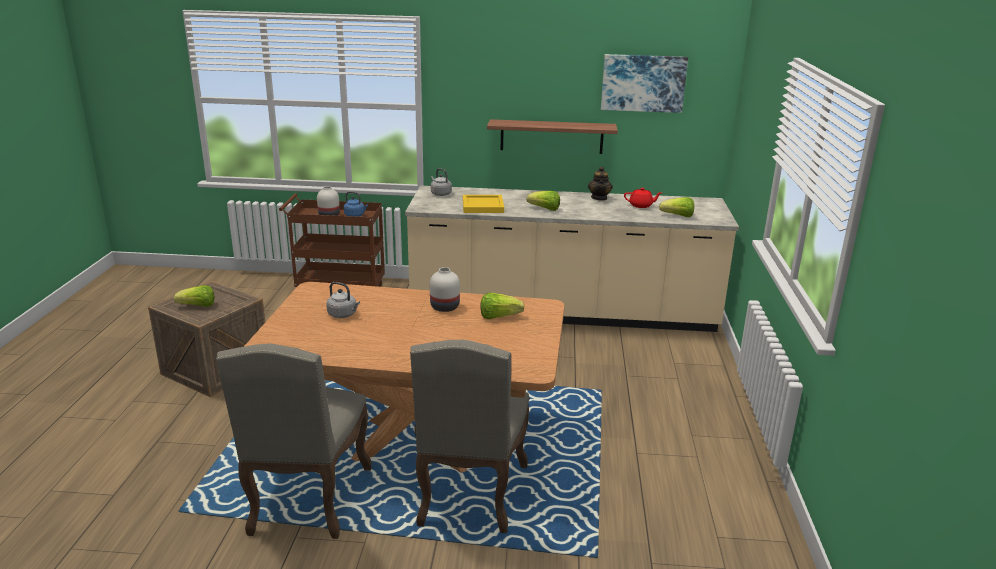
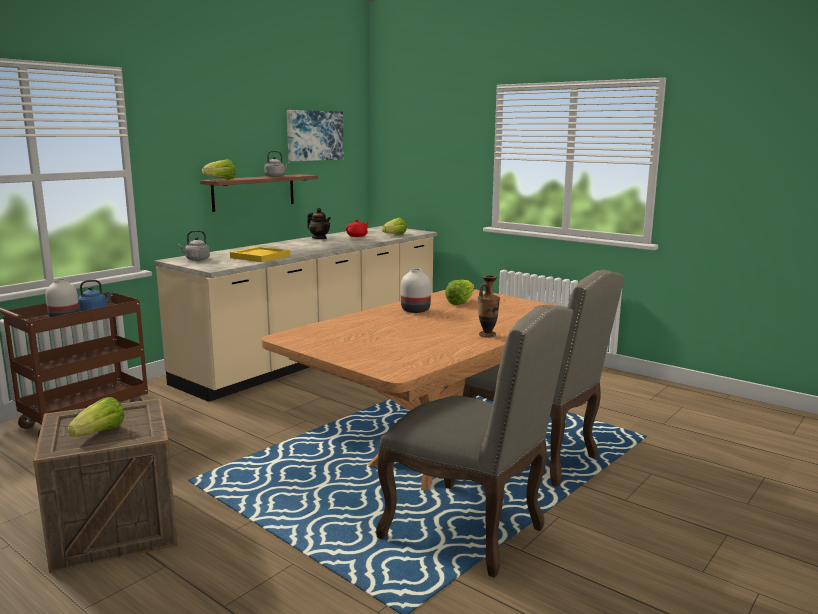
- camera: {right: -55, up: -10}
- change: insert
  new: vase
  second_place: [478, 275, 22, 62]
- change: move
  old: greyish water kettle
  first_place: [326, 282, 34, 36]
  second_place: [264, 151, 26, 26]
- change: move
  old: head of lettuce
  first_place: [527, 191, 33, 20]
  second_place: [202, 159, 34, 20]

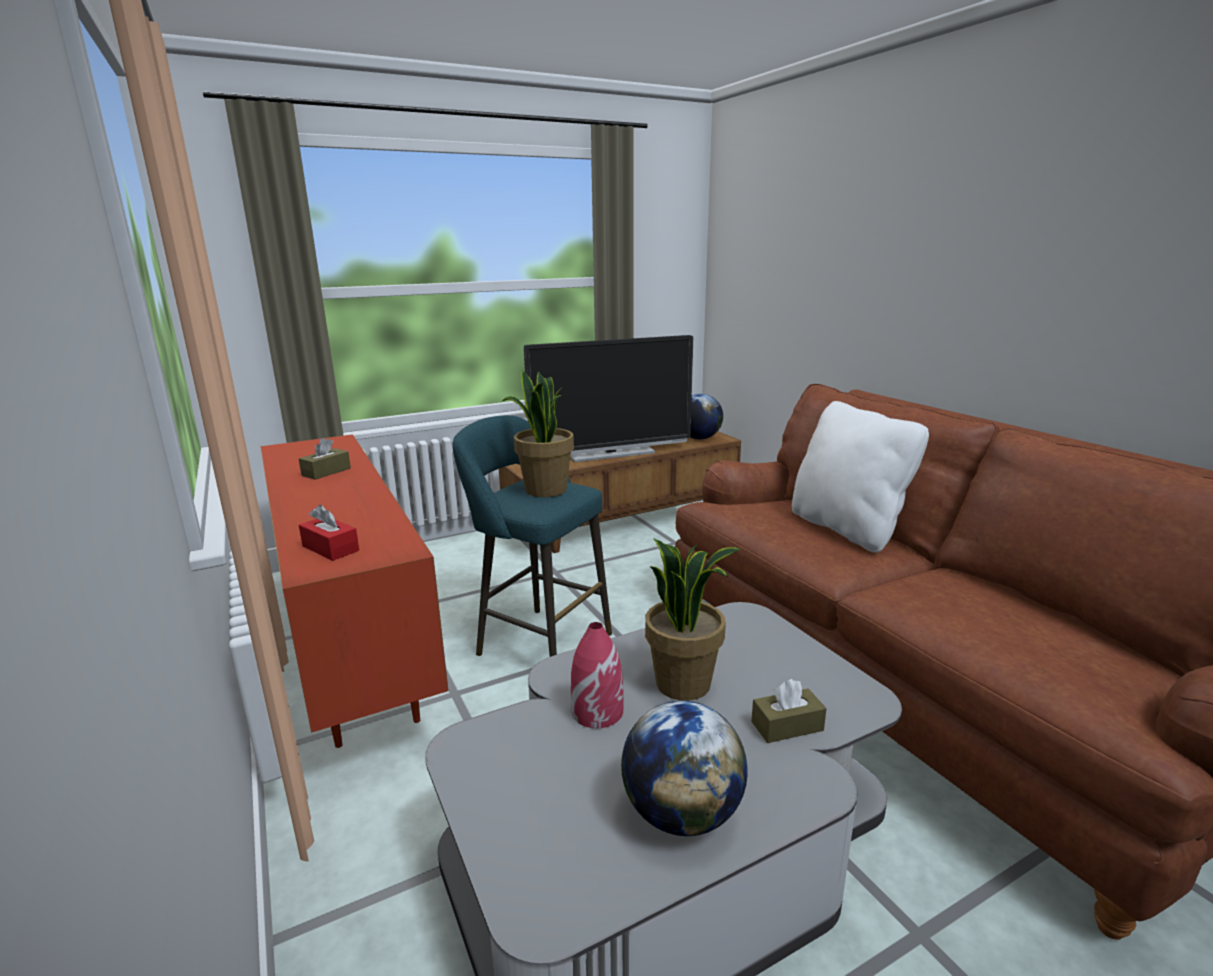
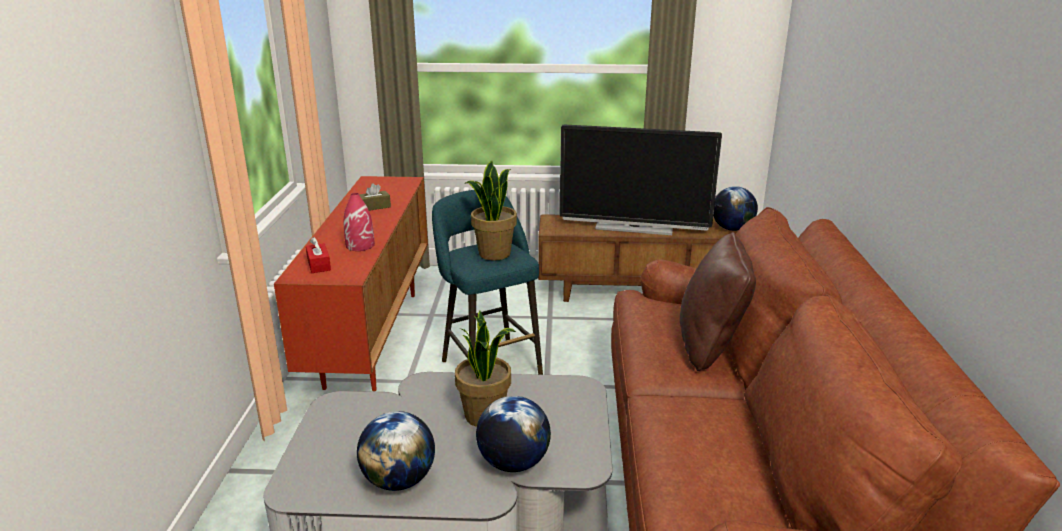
- camera: {right: 30, up: 5}
- change: move
  old: red-coloured vase
  first_place: [571, 622, 53, 106]
  second_place: [343, 193, 32, 58]
- change: replace
  old: brown-coloured tissue box
  new: world globe
  first_place: [751, 679, 76, 64]
  second_place: [476, 396, 75, 76]
- change: recolor
  old: white-coloured pillow
  new: brown-coloured pillow
  first_place: [792, 401, 137, 152]
  second_place: [680, 232, 76, 139]

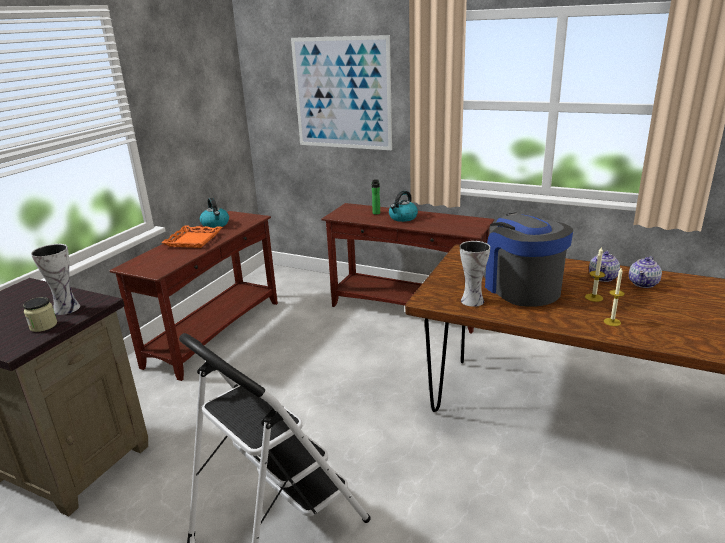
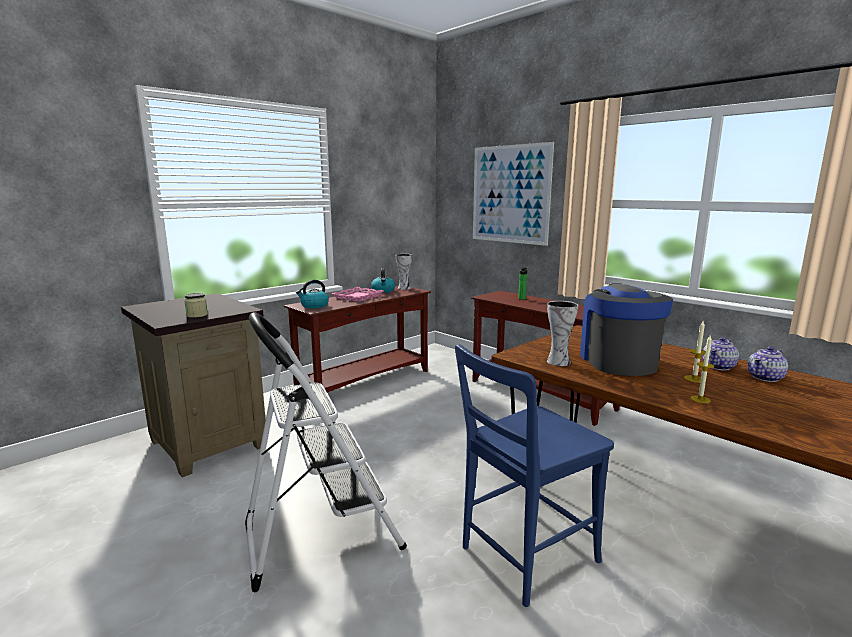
- camera: {right: 20, up: -10}
- change: insert
  new: bluish plain chair
  second_place: [455, 344, 159, 263]
- change: move
  old: vase
  first_place: [31, 244, 49, 71]
  second_place: [396, 254, 16, 36]
- change: move
  old: water kettle
  first_place: [389, 191, 29, 31]
  second_place: [296, 280, 33, 29]
- change: recolor
  old: orange tray
  new: pinkish tray
  first_place: [161, 225, 61, 23]
  second_place: [331, 287, 53, 15]

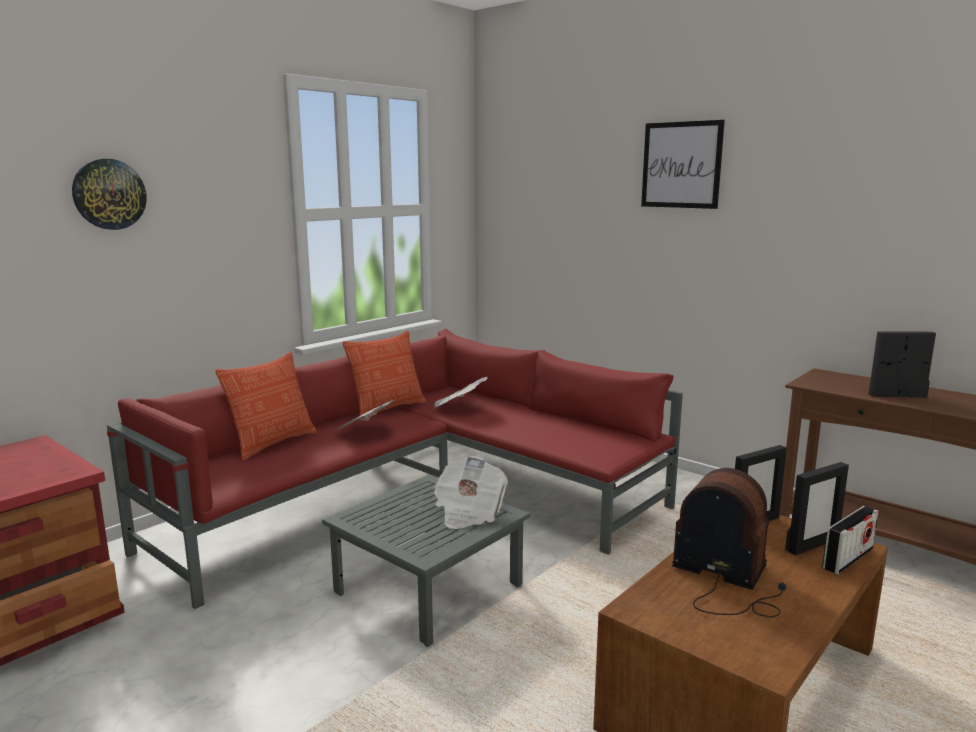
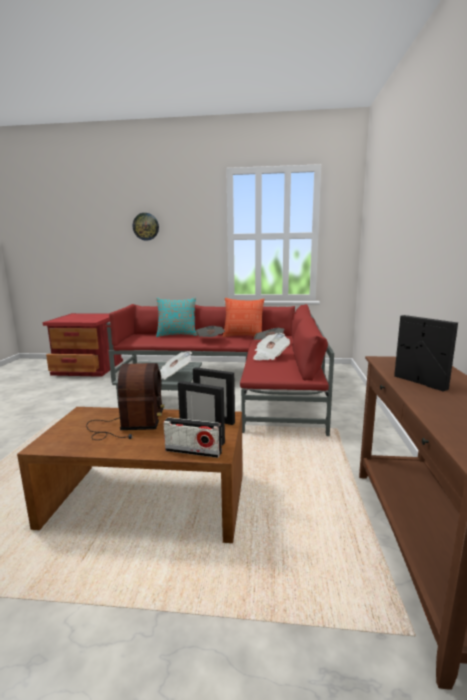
- camera: {right: 55, up: 0}
- change: delete
  old: wall picture
  first_place: [641, 120, 84, 89]
- change: insert
  new: newspaper
  second_place: [253, 333, 37, 27]
- change: recolor
  old: orange pillow
  new: turquoise-coloured pillow
  first_place: [215, 352, 102, 109]
  second_place: [156, 298, 41, 39]

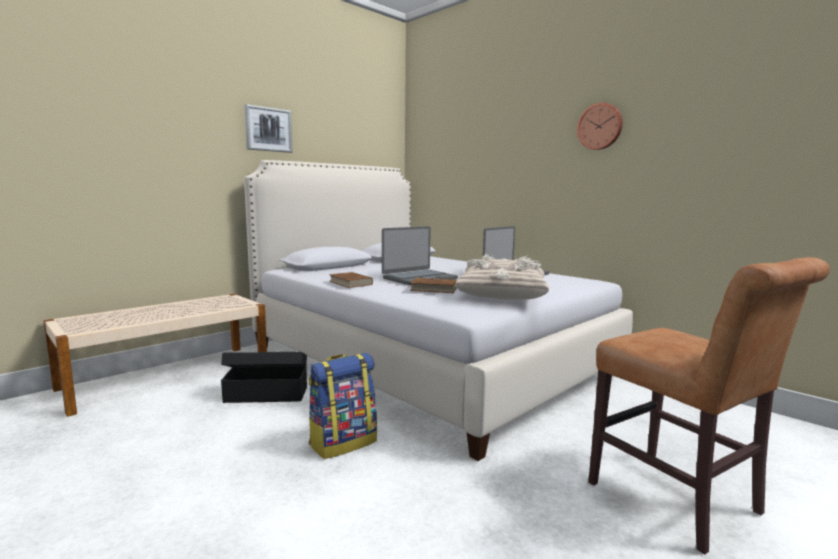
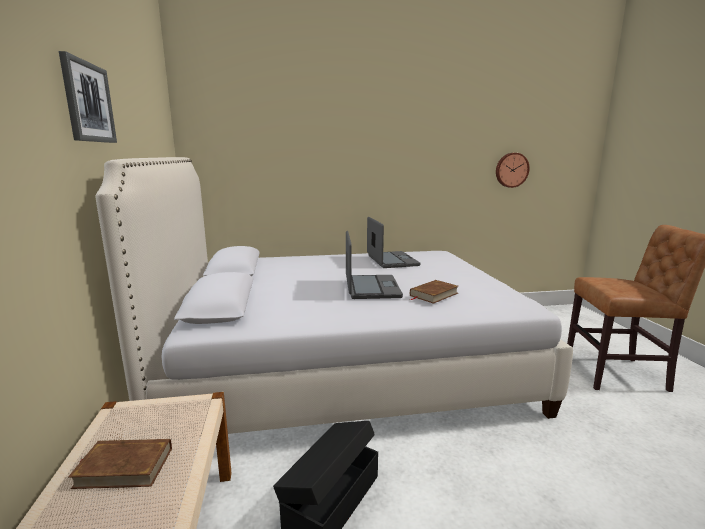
- camera: {right: -55, up: 5}
- change: delete
  old: rucksack
  first_place: [308, 353, 69, 106]
- change: delete
  old: beige-coloured pillow
  first_place: [455, 253, 94, 47]
- change: move
  old: brown-coloured book
  first_place: [329, 272, 44, 16]
  second_place: [68, 439, 104, 50]
- change: move
  old: clock on the wall
  first_place: [577, 103, 46, 47]
  second_place: [496, 153, 34, 35]

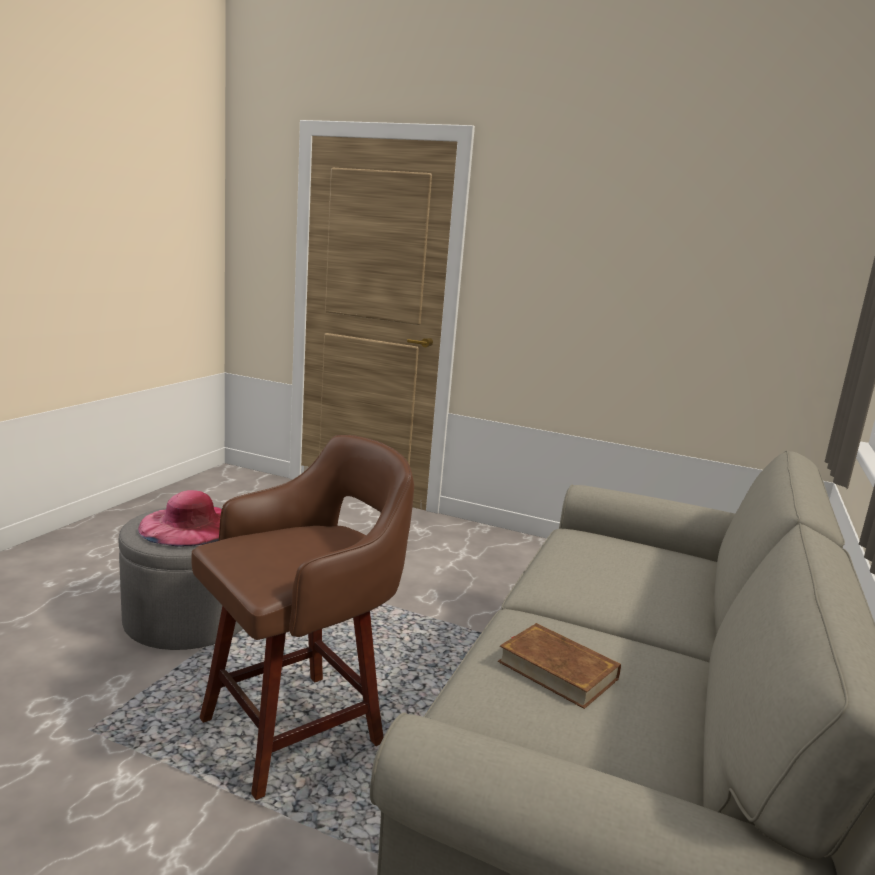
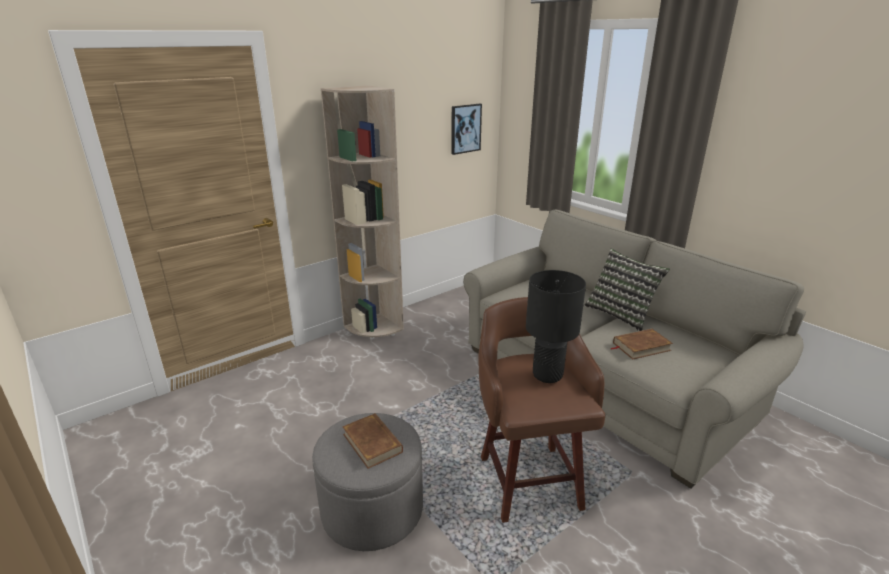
- camera: {right: -60, up: 10}
- change: insert
  new: beige-coloured bookcase
  second_place: [321, 85, 83, 255]
- change: insert
  new: wall picture
  second_place: [451, 104, 31, 51]
- change: insert
  new: black table lamp
  second_place: [526, 270, 60, 113]
- change: insert
  new: pillow
  second_place: [585, 249, 85, 82]
- change: replace
  old: pinkish wearable hat
  new: brown-coloured book
  first_place: [138, 490, 84, 57]
  second_place: [342, 413, 61, 56]

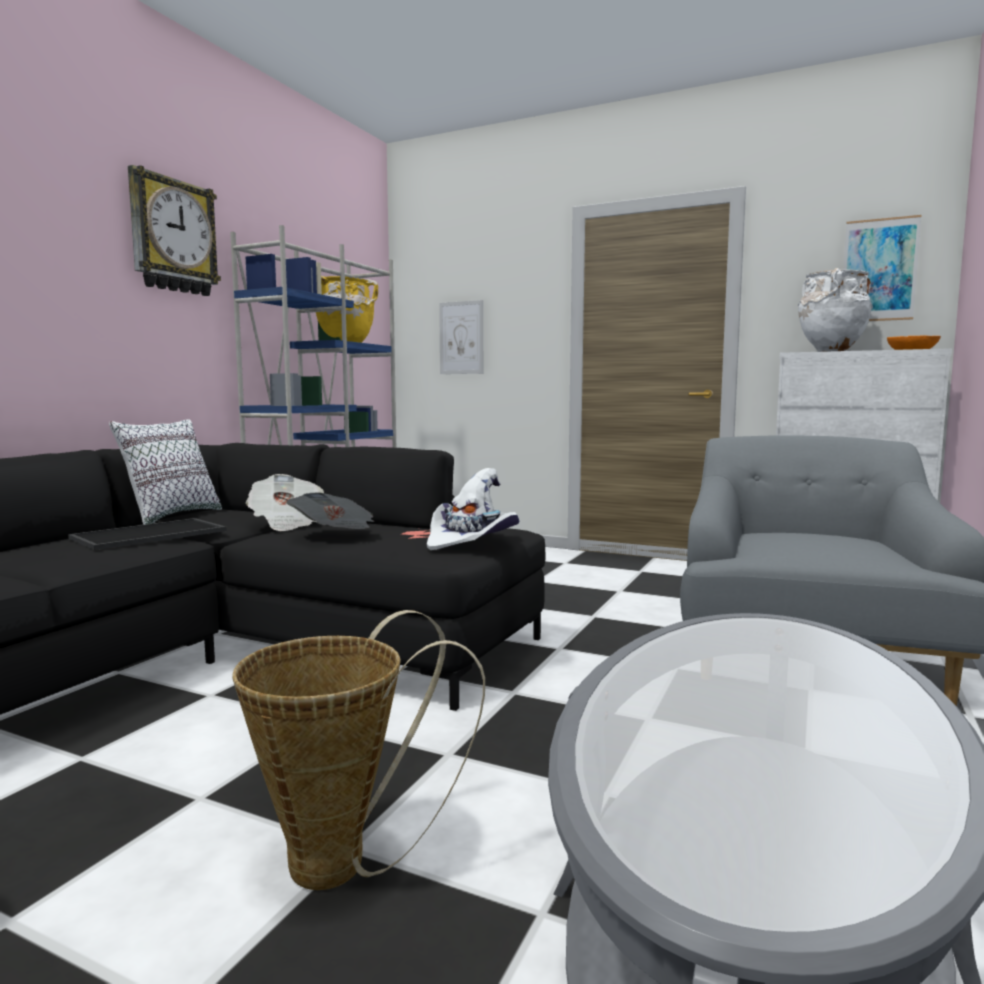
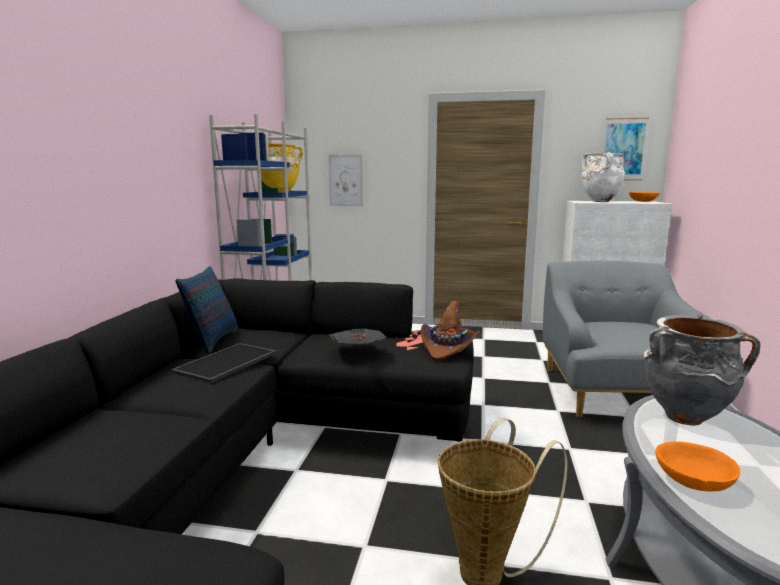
- camera: {right: -15, up: 5}
- change: delete
  old: clock on the wall
  first_place: [128, 165, 93, 131]
- change: delete
  old: newspaper
  first_place: [246, 474, 78, 57]
- change: insert
  new: greyish vase
  second_place: [644, 314, 117, 112]
- change: insert
  new: orange bowl
  second_place: [655, 441, 85, 50]
- change: recolor
  old: white-coloured pillow
  new: bluish pillow
  first_place: [109, 419, 113, 106]
  second_place: [175, 266, 63, 88]
- change: recolor
  old: white-coloured wearable hat
  new: brown-coloured wearable hat
  first_place: [427, 468, 92, 82]
  second_place: [421, 301, 59, 59]

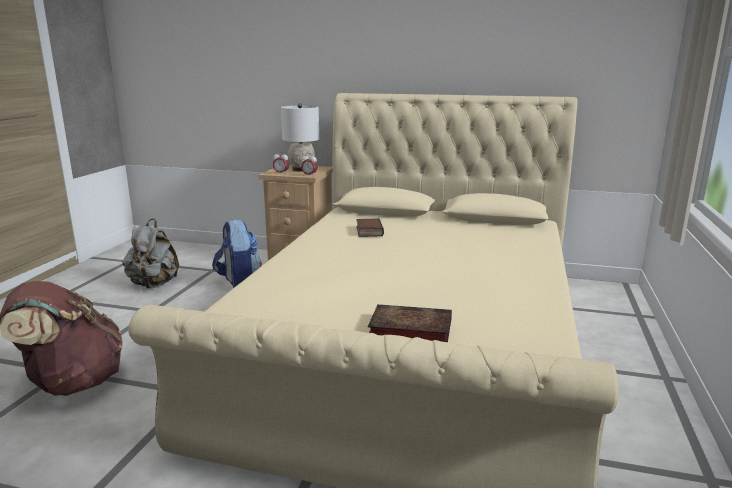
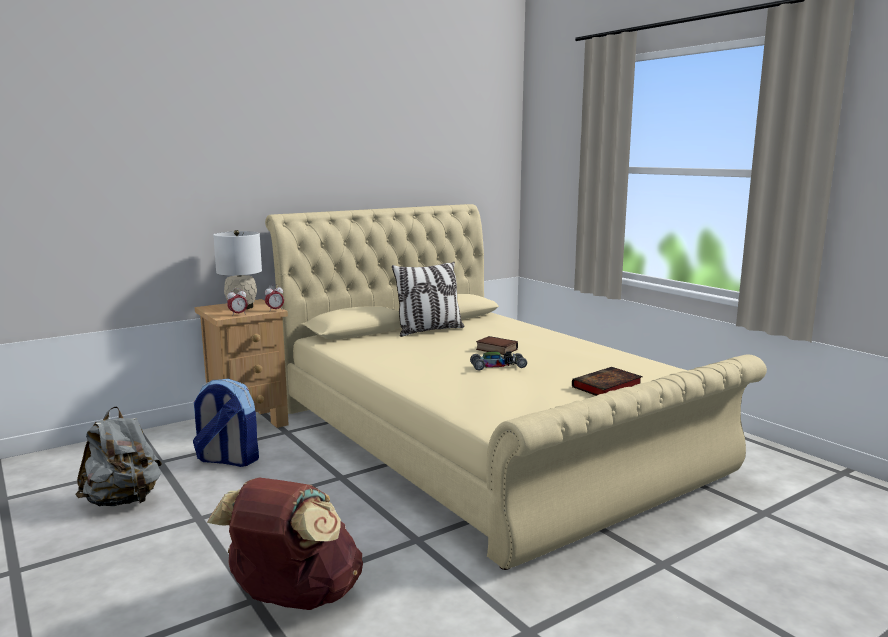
- camera: {right: -50, up: -5}
- change: insert
  new: pillow
  second_place: [392, 262, 72, 75]
- change: insert
  new: model car
  second_place: [470, 351, 57, 20]
- change: move
  old: book
  first_place: [356, 219, 28, 18]
  second_place: [476, 336, 42, 19]

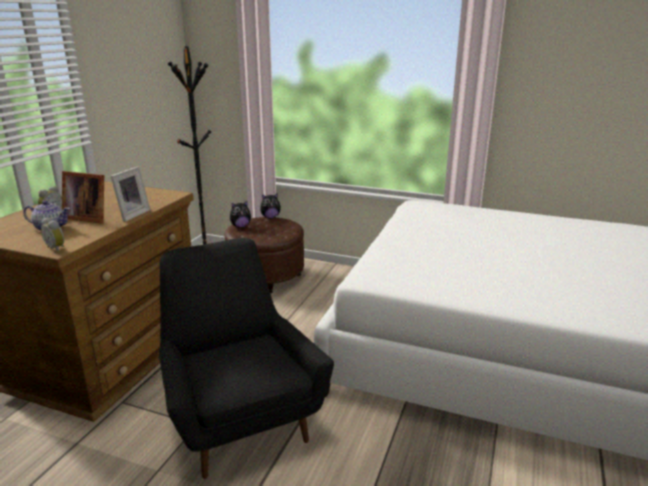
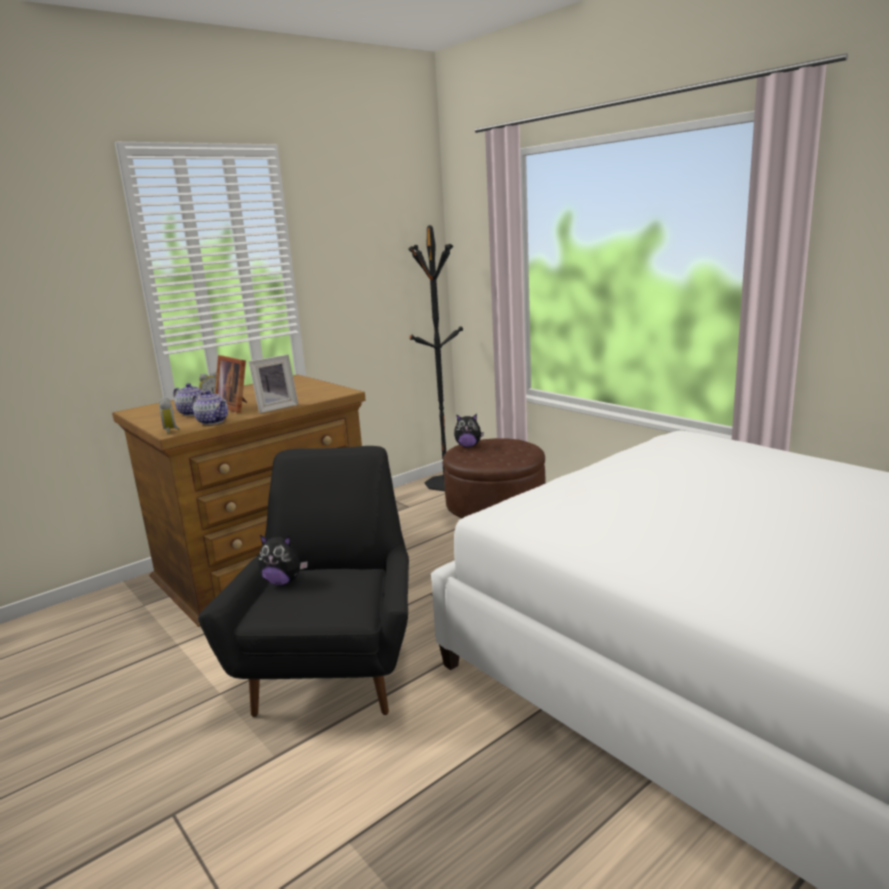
- camera: {right: 30, up: -5}
- change: insert
  new: tea pot
  second_place: [192, 390, 36, 35]
- change: move
  old: cuddly toy
  first_place: [260, 193, 21, 26]
  second_place: [258, 535, 50, 50]

